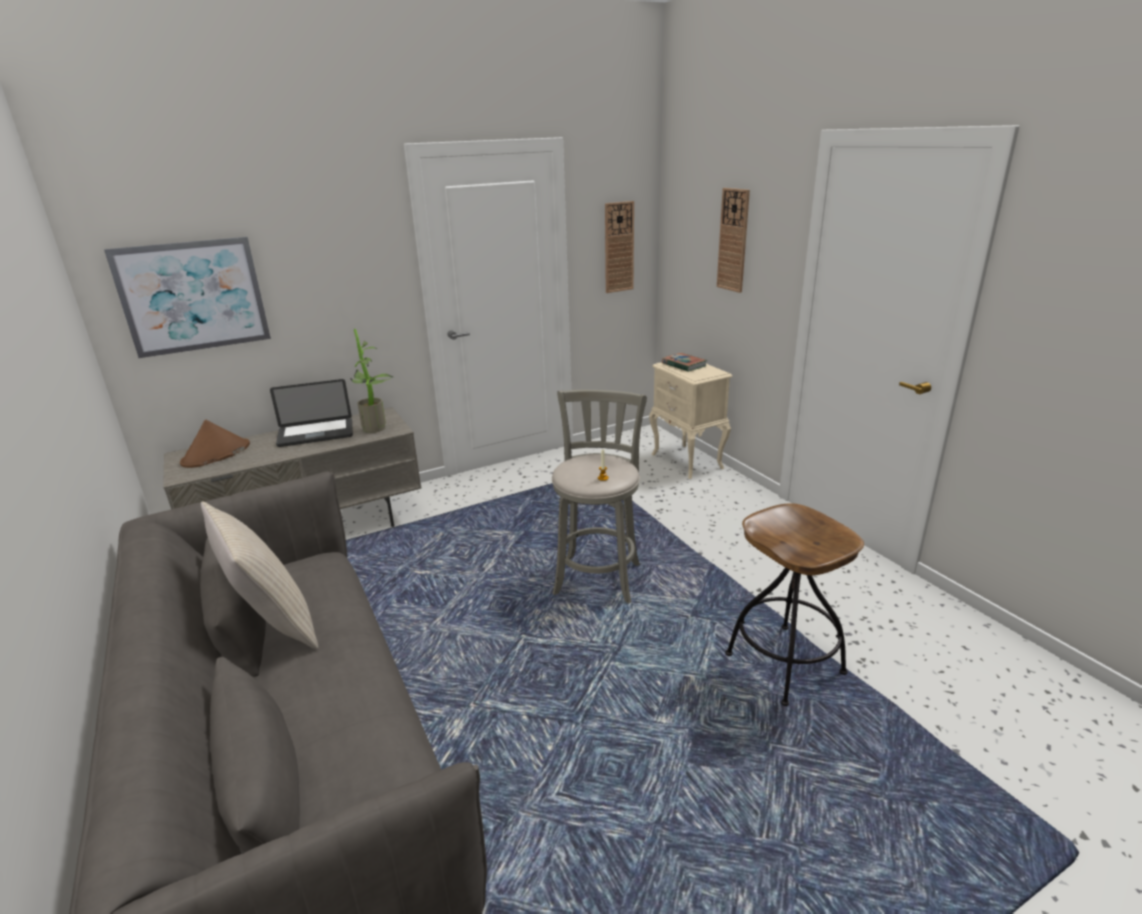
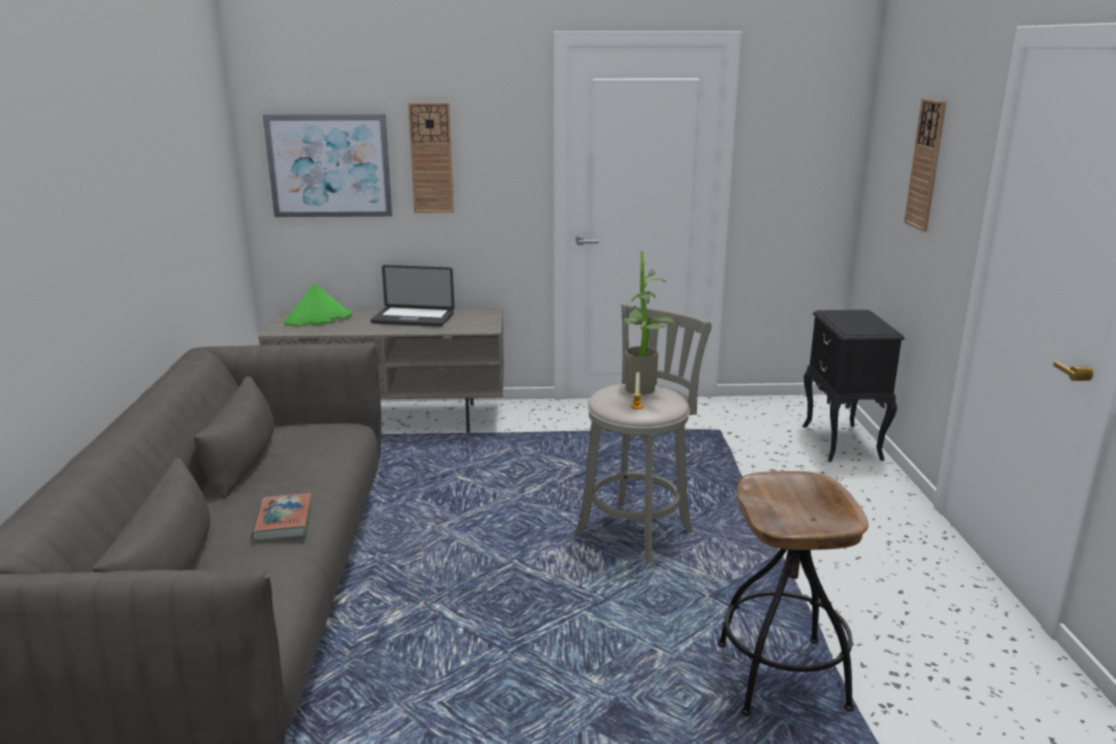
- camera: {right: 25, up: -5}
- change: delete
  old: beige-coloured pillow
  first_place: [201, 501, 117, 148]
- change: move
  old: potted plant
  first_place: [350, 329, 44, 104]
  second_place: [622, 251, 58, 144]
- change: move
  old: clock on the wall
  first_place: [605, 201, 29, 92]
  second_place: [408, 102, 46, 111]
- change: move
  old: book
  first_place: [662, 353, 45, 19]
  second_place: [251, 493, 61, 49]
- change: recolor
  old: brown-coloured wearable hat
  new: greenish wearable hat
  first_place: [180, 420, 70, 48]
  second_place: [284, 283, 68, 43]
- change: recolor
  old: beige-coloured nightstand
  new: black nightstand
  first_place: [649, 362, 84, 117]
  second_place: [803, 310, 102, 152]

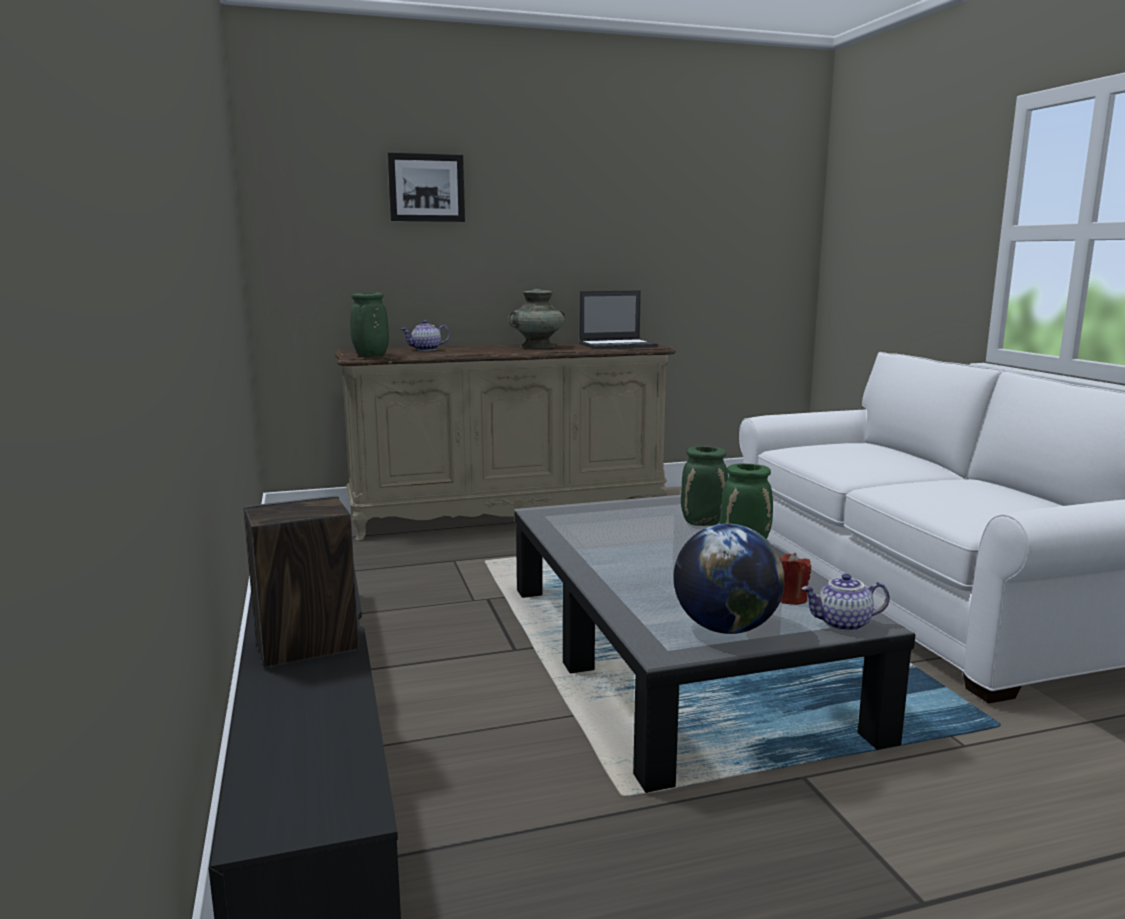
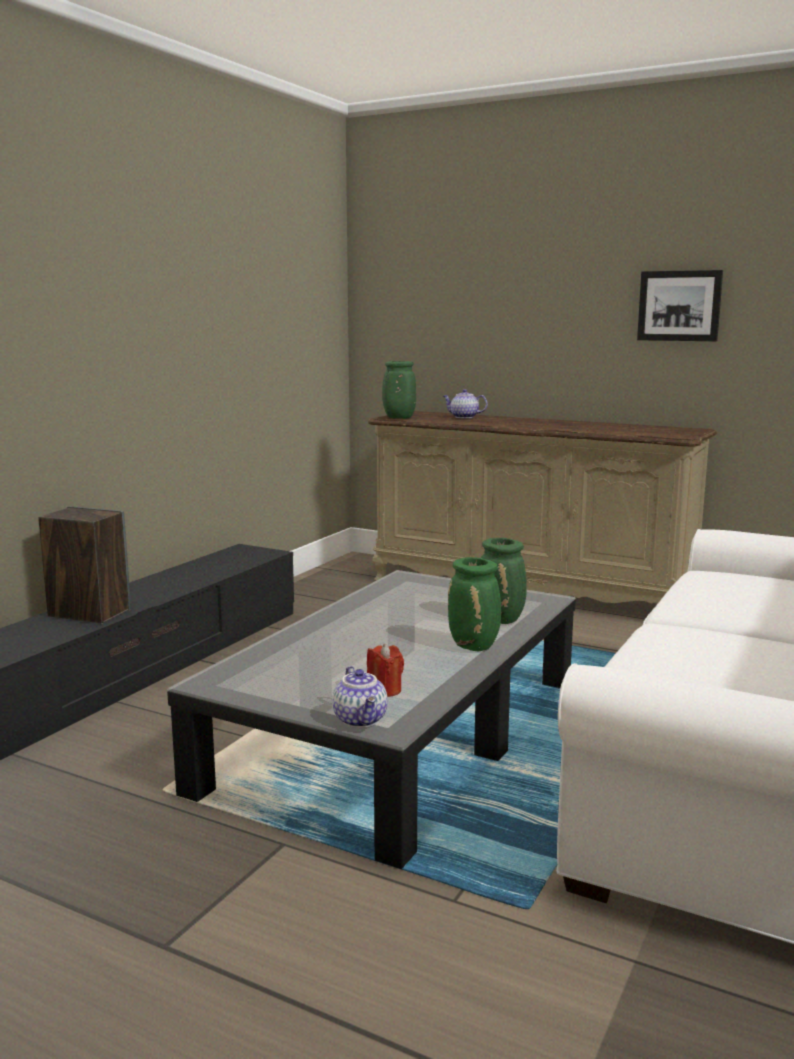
- camera: {right: 45, up: 0}
- change: delete
  old: turquoise-coloured vase
  first_place: [508, 289, 57, 60]
- change: delete
  old: notebook computer
  first_place: [579, 290, 79, 59]
- change: delete
  old: world globe
  first_place: [673, 524, 112, 110]
- change: move
  old: wall picture
  first_place: [387, 152, 78, 70]
  second_place: [637, 270, 86, 71]
- change: rotate
  old: tea pot
  first_place: [801, 574, 89, 58]
  second_place: [332, 666, 56, 62]
  degrees: -150

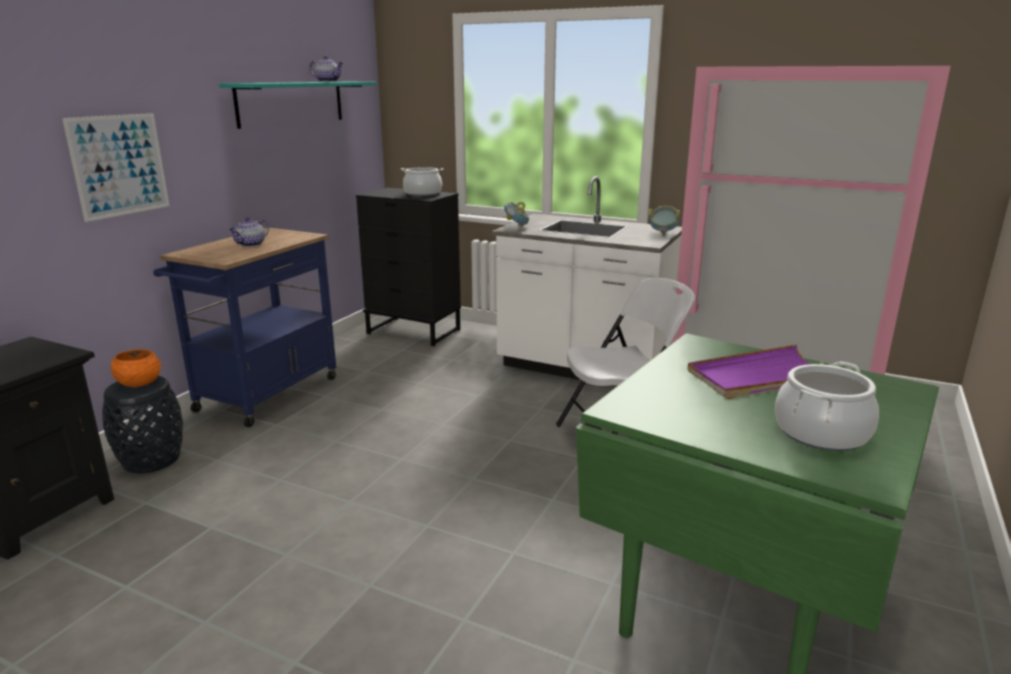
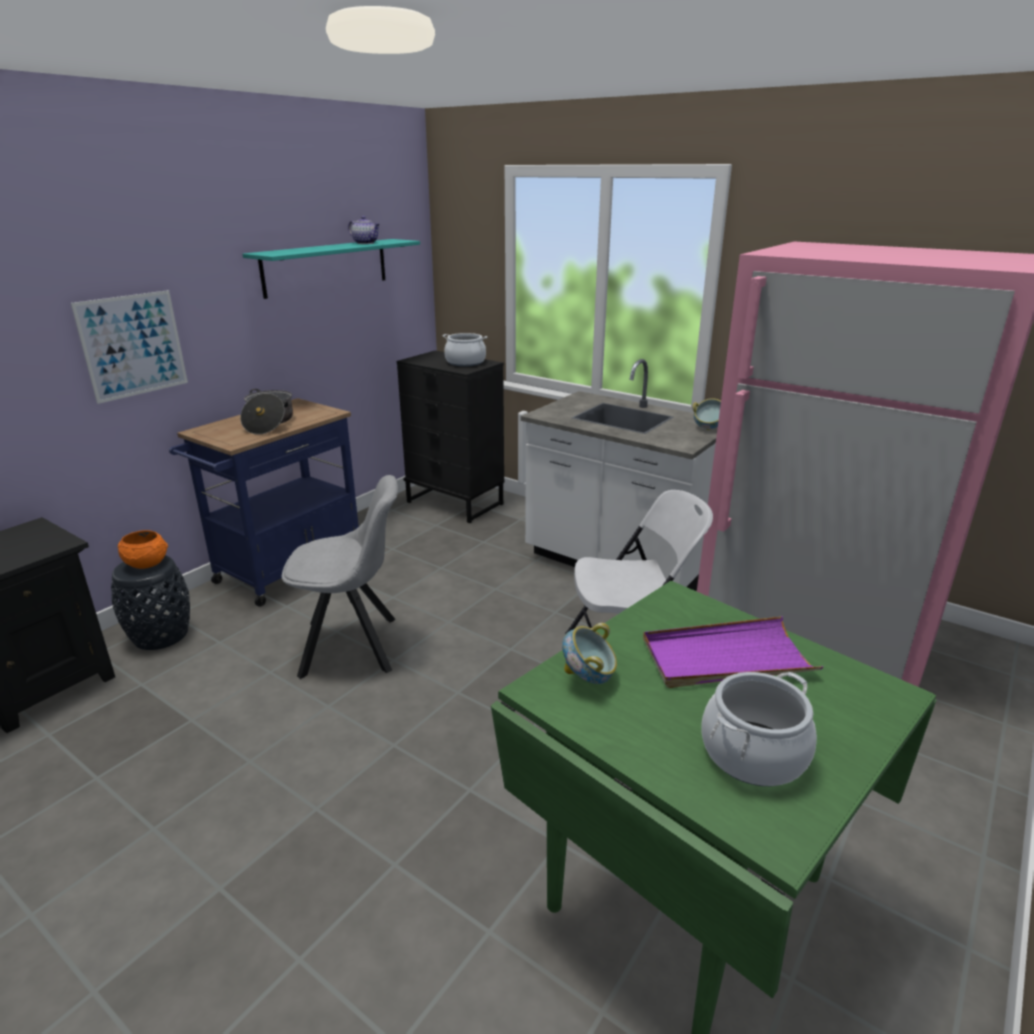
- camera: {right: 10, up: 5}
- change: insert
  new: greyish plain chair
  second_place: [282, 475, 116, 204]
- change: move
  old: bowl
  first_place: [504, 201, 26, 26]
  second_place: [562, 623, 55, 61]
- change: replace
  old: tea pot
  new: stockpot
  first_place: [228, 217, 41, 30]
  second_place: [240, 389, 53, 46]

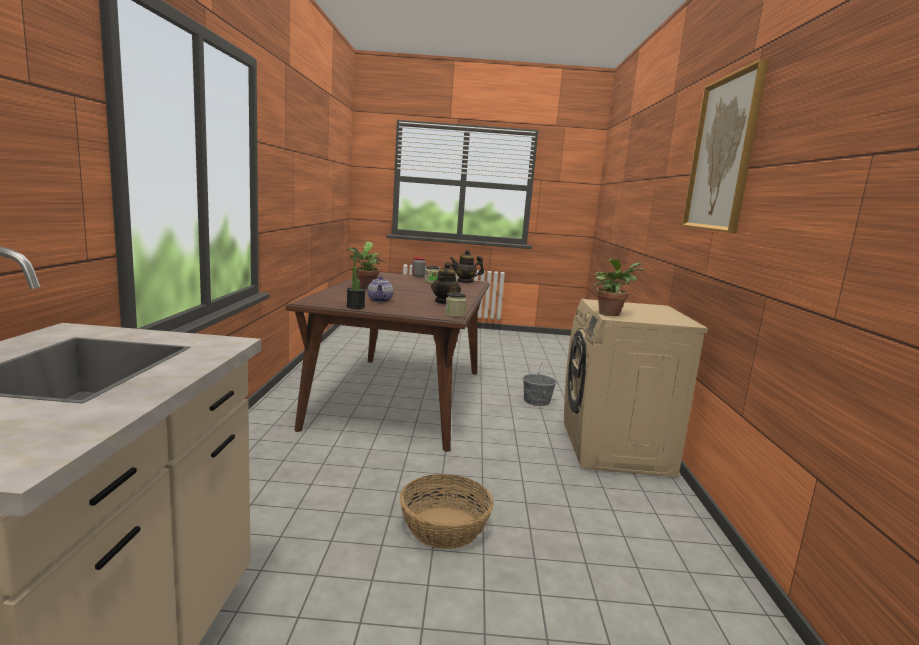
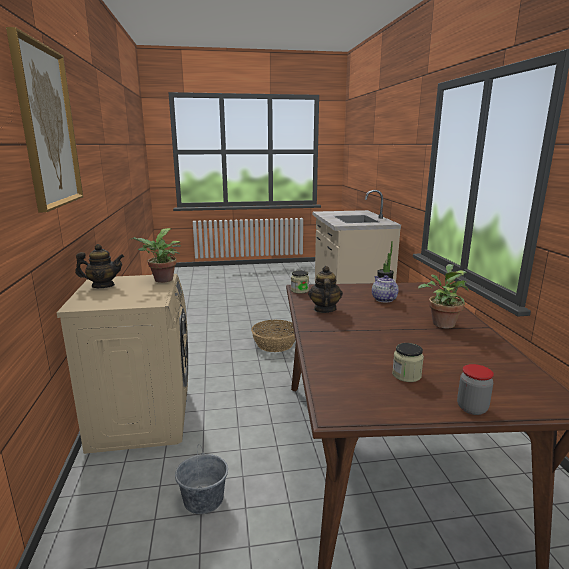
- camera: {right: 170, up: 5}
- change: move
  old: tea pot
  first_place: [450, 250, 34, 33]
  second_place: [75, 244, 49, 44]

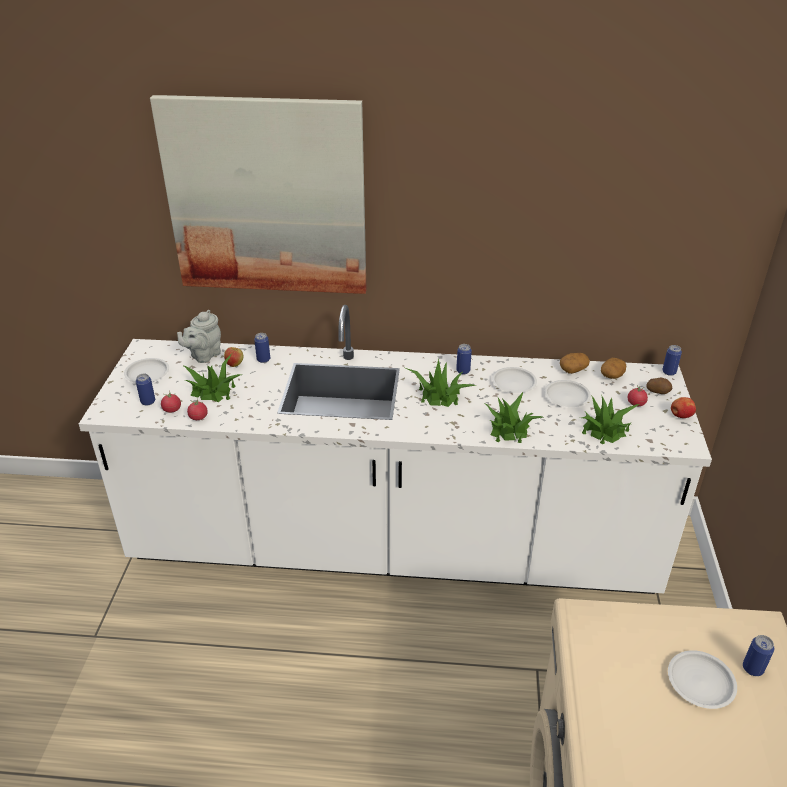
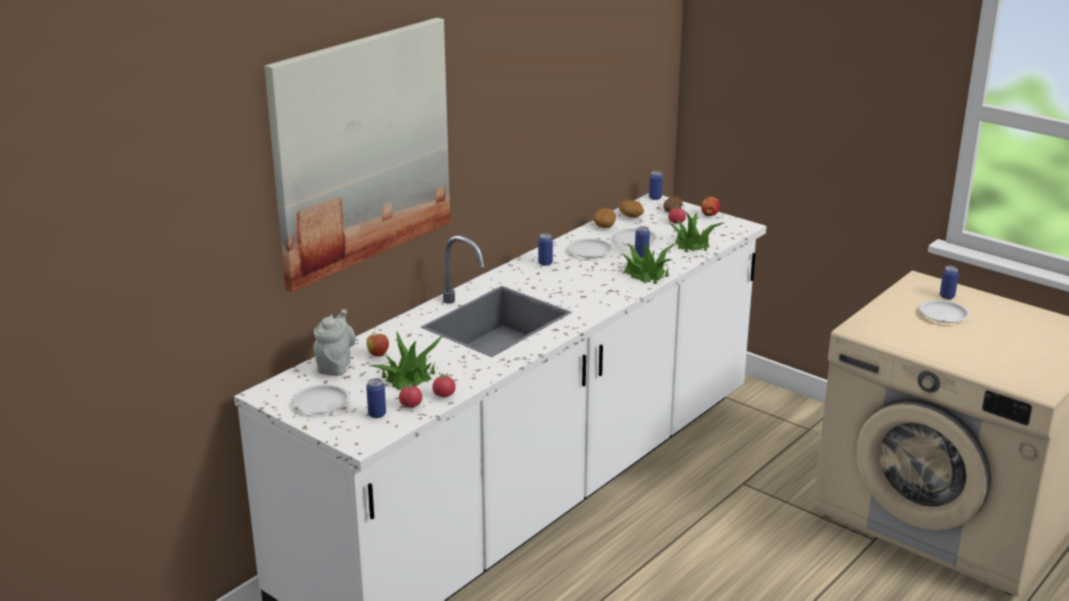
- camera: {right: -55, up: -10}
- change: delete
  old: potted plant
  first_place: [406, 359, 70, 48]
- change: move
  old: metal can
  first_place: [254, 333, 16, 30]
  second_place: [635, 226, 15, 32]
- change: rotate
  old: greyish tea pot
  first_place: [177, 310, 44, 53]
  second_place: [313, 309, 43, 67]
  degrees: -150

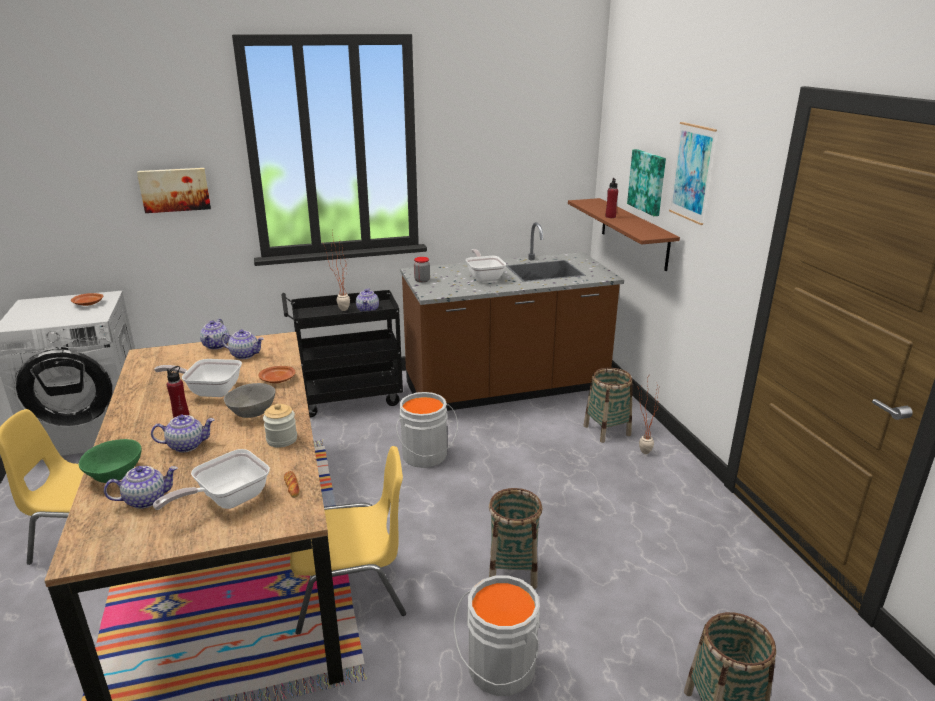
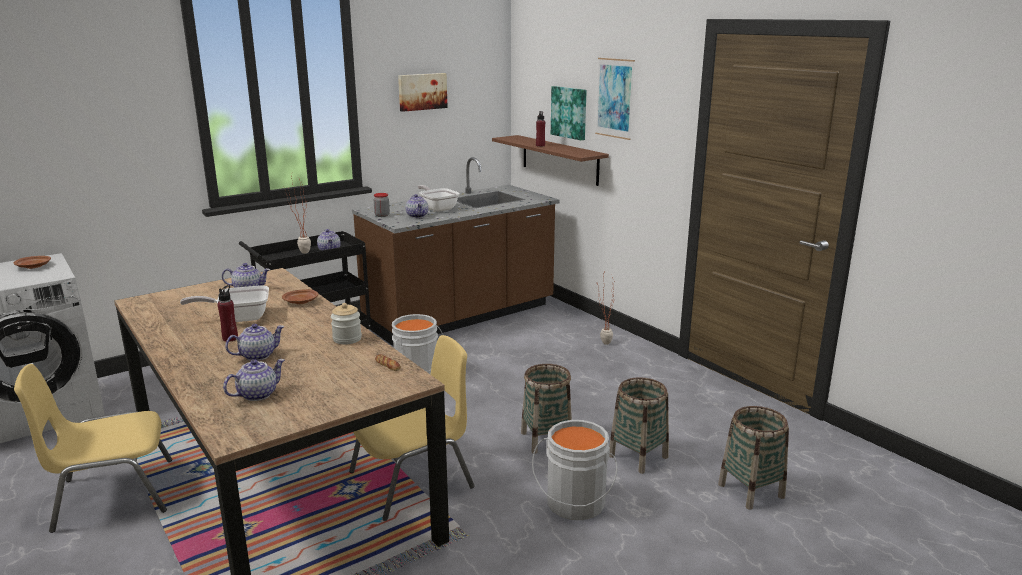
- camera: {right: -20, up: -5}
- change: delete
  old: greenish bowl
  first_place: [79, 439, 63, 44]
- change: delete
  old: pan
  first_place: [153, 449, 117, 61]
- change: delete
  old: greyish bowl
  first_place: [224, 383, 52, 35]
- change: move
  old: wall picture
  first_place: [137, 168, 74, 45]
  second_place: [398, 73, 50, 39]
- change: move
  old: tea pot
  first_place: [200, 319, 29, 30]
  second_place: [405, 194, 23, 24]
- change: move
  old: storage basket
  first_place: [584, 368, 49, 75]
  second_place: [609, 377, 60, 97]

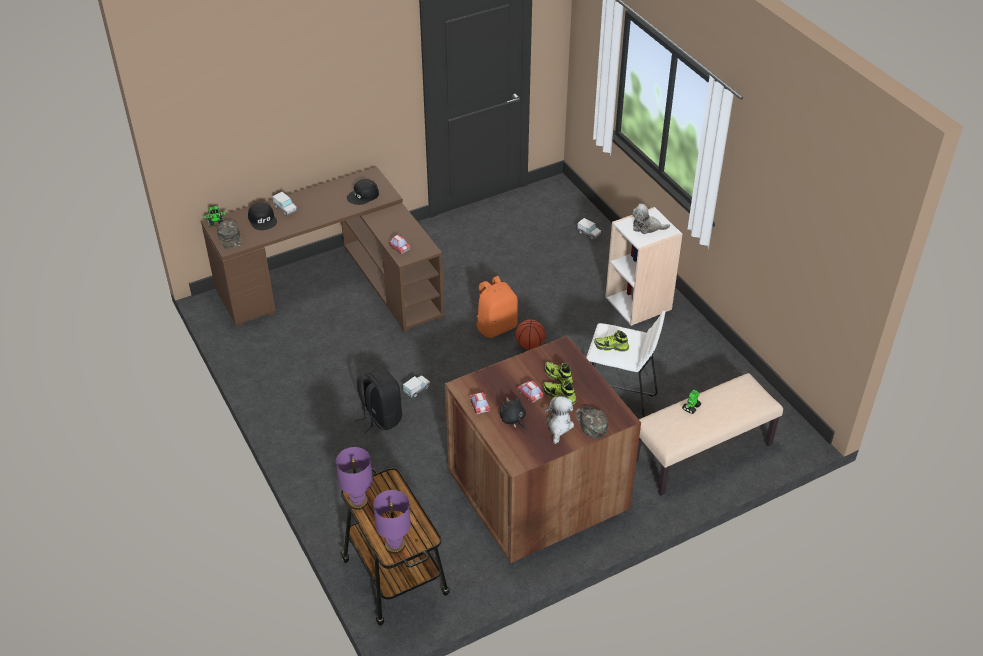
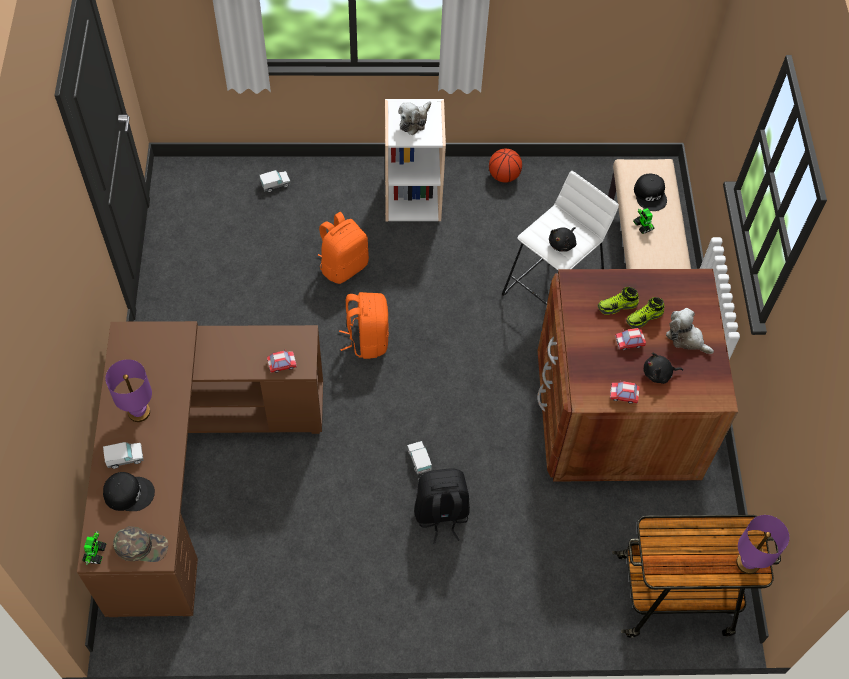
- camera: {right: -65, up: 15}
- change: delete
  old: greenish cap
  first_place: [575, 406, 33, 32]
- change: insert
  new: orange rucksack
  second_place: [318, 212, 51, 72]
- change: move
  old: purplish table lamp
  first_place: [336, 447, 37, 63]
  second_place: [105, 359, 47, 63]
- change: move
  old: black cap
  first_place: [347, 179, 32, 26]
  second_place: [634, 174, 33, 37]
- change: move
  old: ball for basketball
  first_place: [515, 320, 31, 30]
  second_place: [489, 149, 33, 34]
- change: replace
  old: low shoe
  new: black cuddly toy
  first_place: [594, 330, 35, 22]
  second_place: [549, 227, 27, 25]

